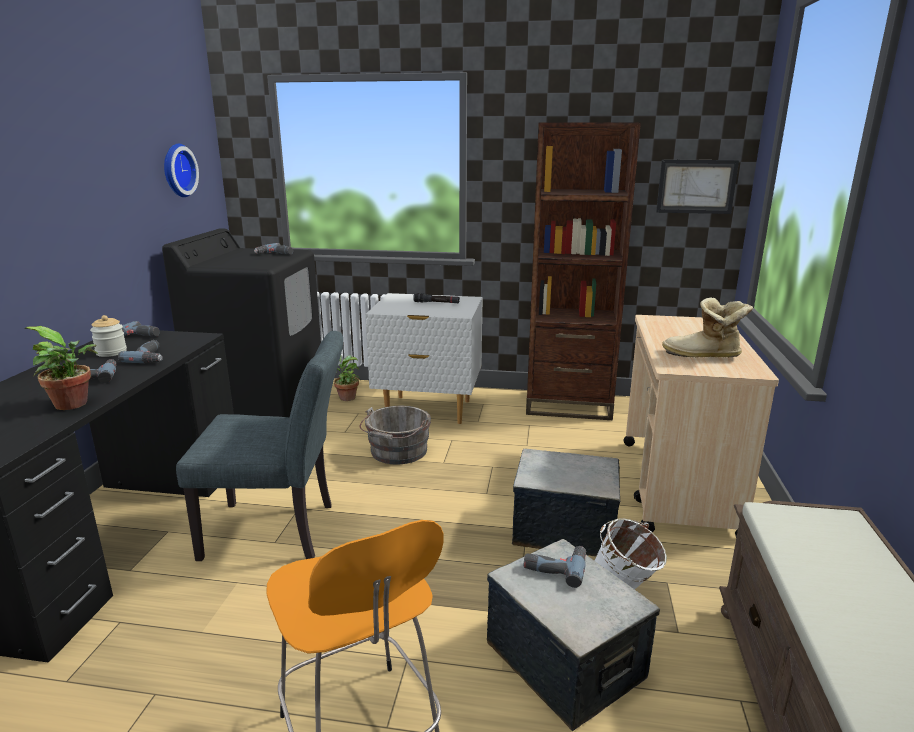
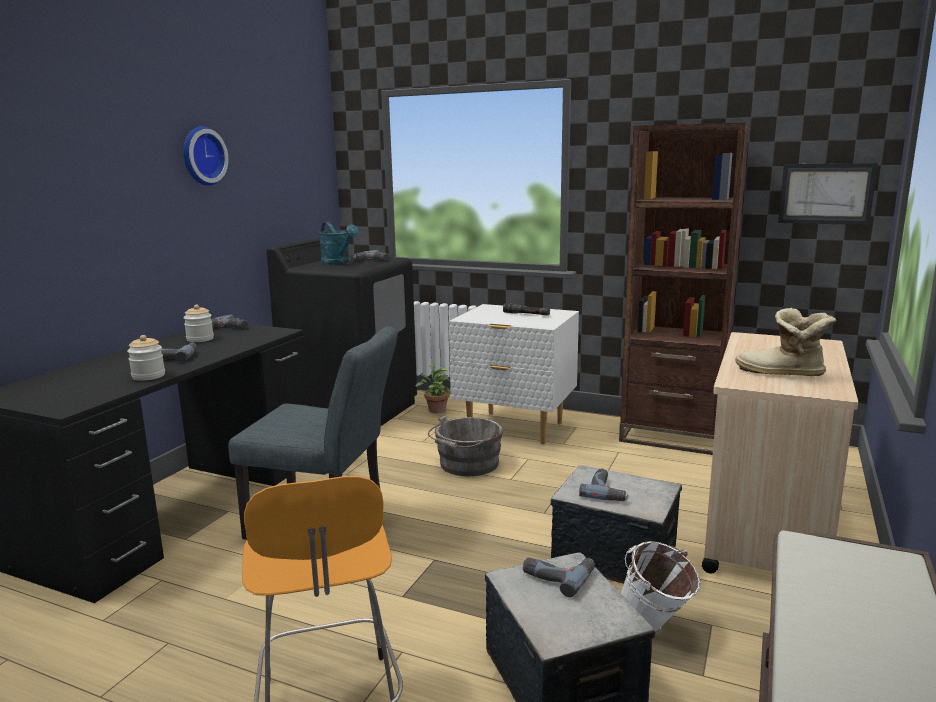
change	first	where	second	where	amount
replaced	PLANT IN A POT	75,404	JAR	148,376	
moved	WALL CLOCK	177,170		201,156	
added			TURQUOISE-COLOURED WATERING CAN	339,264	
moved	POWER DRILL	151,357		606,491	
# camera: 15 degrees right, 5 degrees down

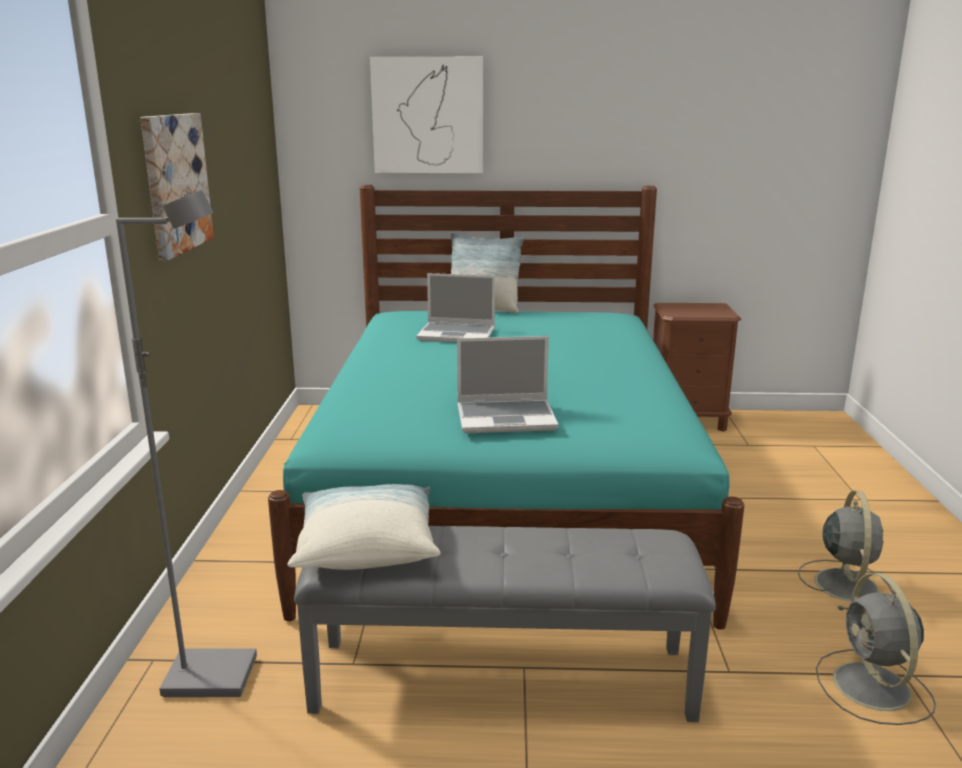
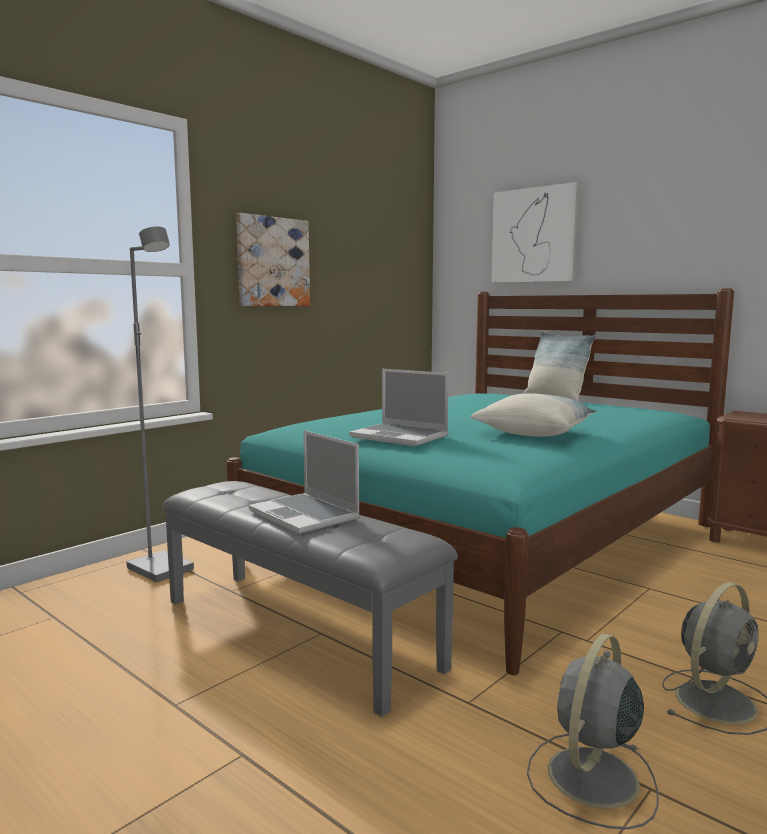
change	first	where	second	where	amount
moved	PORTABLE COMPUTER	457,334		306,515	
moved	PILLOW	366,546		534,432	
# camera: 40 degrees right, 10 degrees down

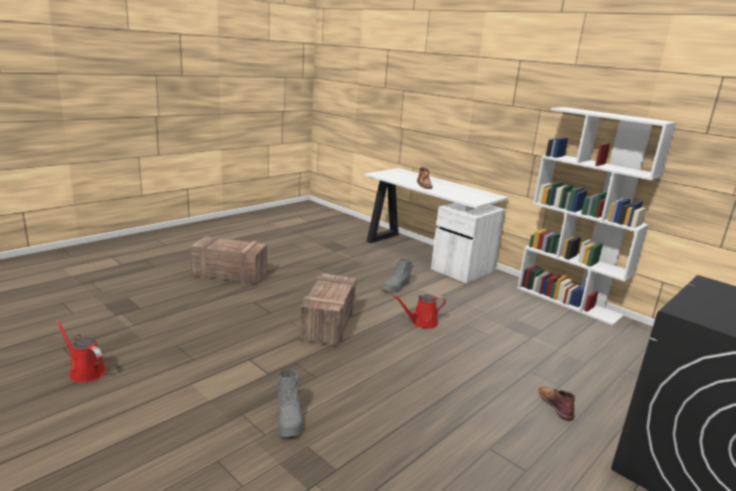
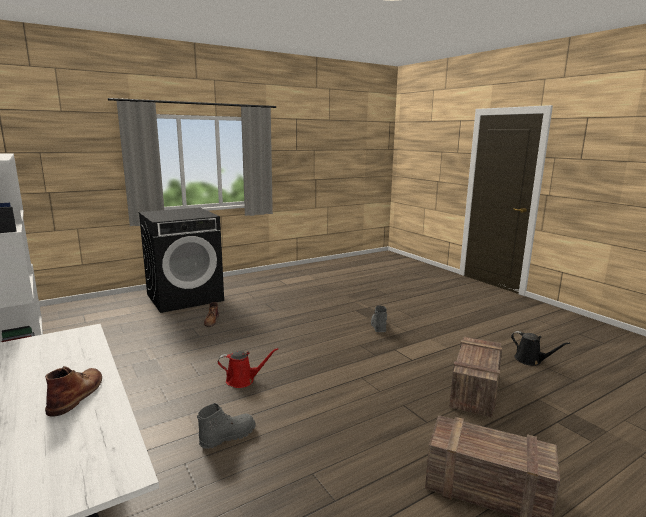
change	first	where	second	where	amount
moved	PACKING CRATE	328,323		474,391	
recoloured	RED WATERING CAN	85,371	BLACKISH WATERING CAN	530,360	
# camera: 165 degrees left, 5 degrees down

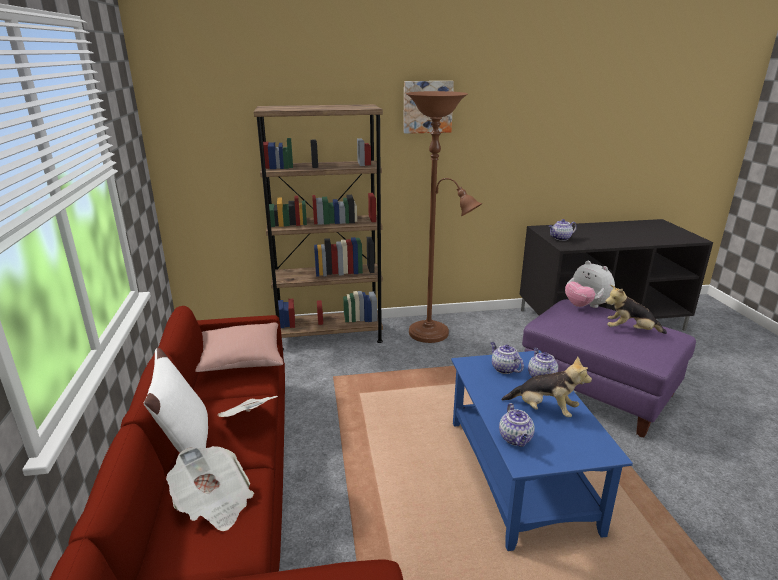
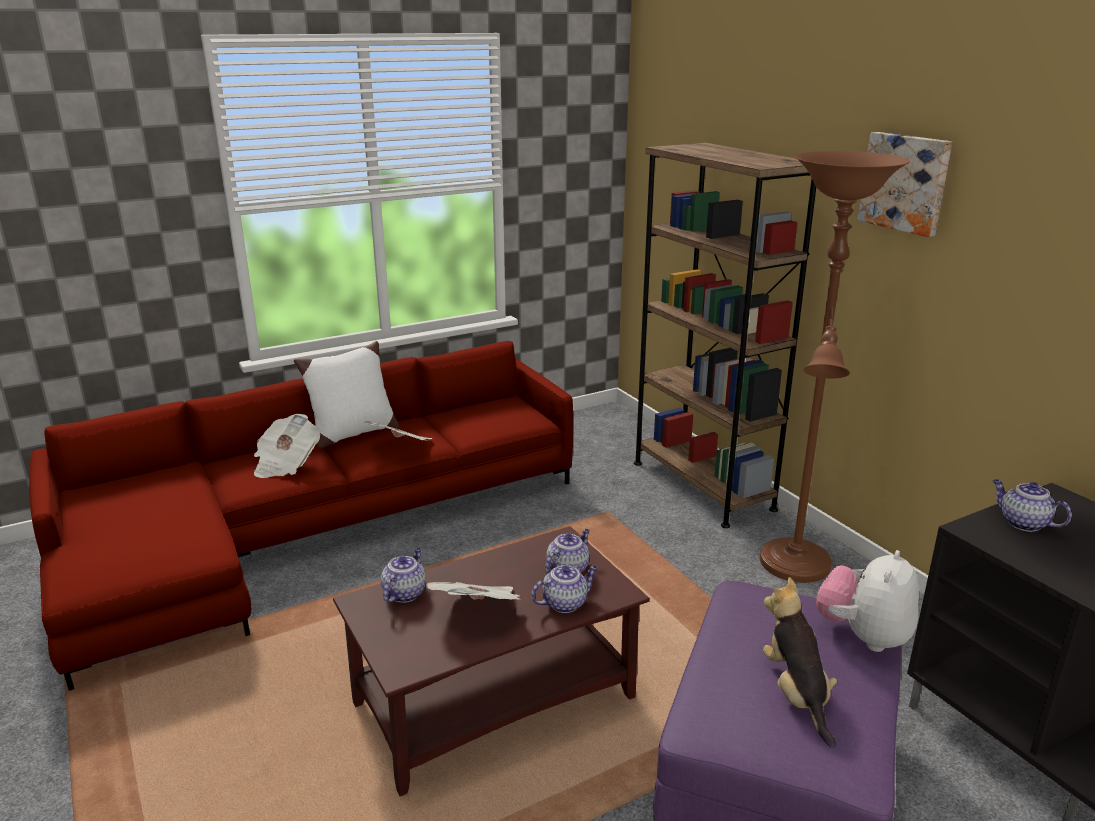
change	first	where	second	where	amount
recoloured	BLUE LOW TABLE	518,472	BROWNISH LOW TABLE	496,699	
turned	POT FOR TEA	516,439		404,593	135 degrees clockwise
replaced	CUDDLY TOY	544,410	PRINTED PAPER	478,611	
removed	PINK PILLOW	241,359			
# camera: 70 degrees right, 0 degrees up

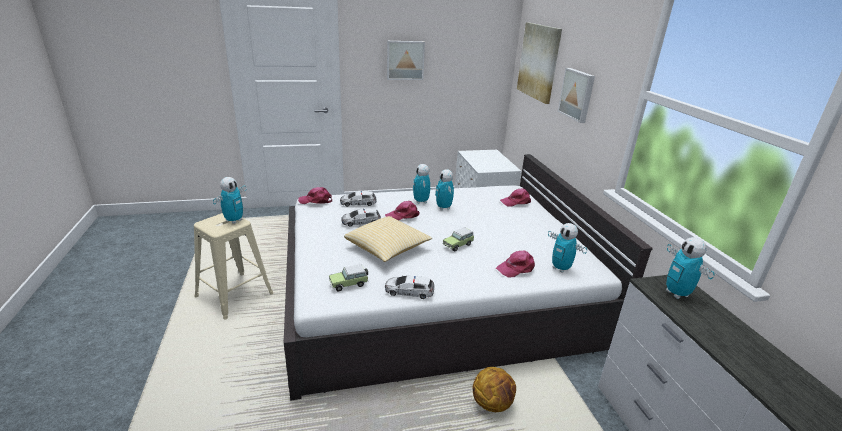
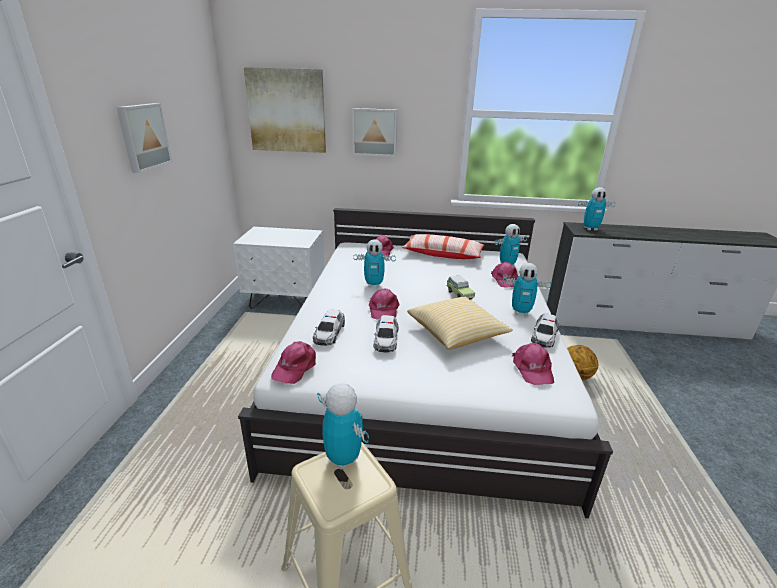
change	first	where	second	where	amount
added			PILLOW	443,254	
moved	MODEL ROBOT	421,202		521,312	
replaced	TOY CAR	350,284	PINK BASEBALL CAP	532,369	
# camera: 70 degrees left, 0 degrees up

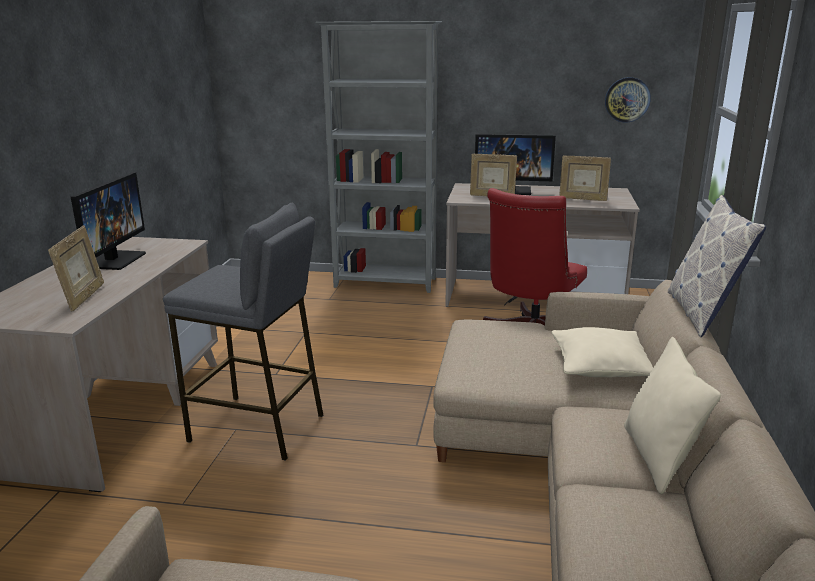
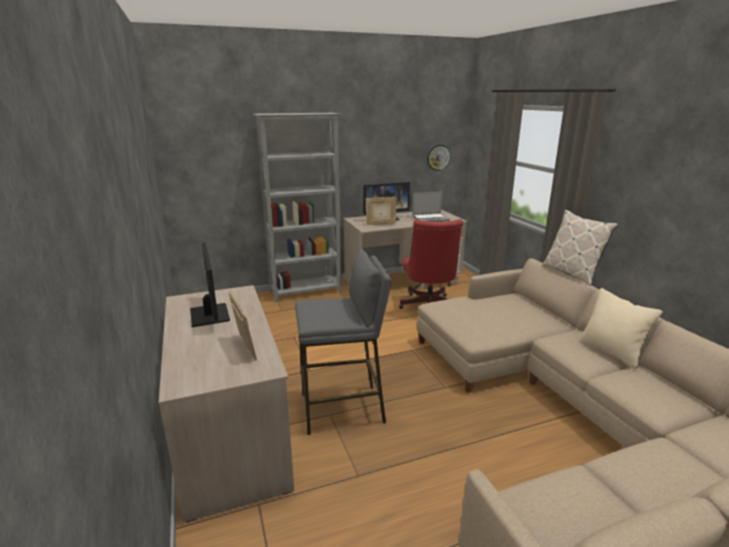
change	first	where	second	where	amount
replaced	STANDING FRAME	582,199	PORTABLE COMPUTER	430,219	
removed	BEIGE-COLOURED PILLOW	601,367			
# camera: 30 degrees left, 0 degrees up

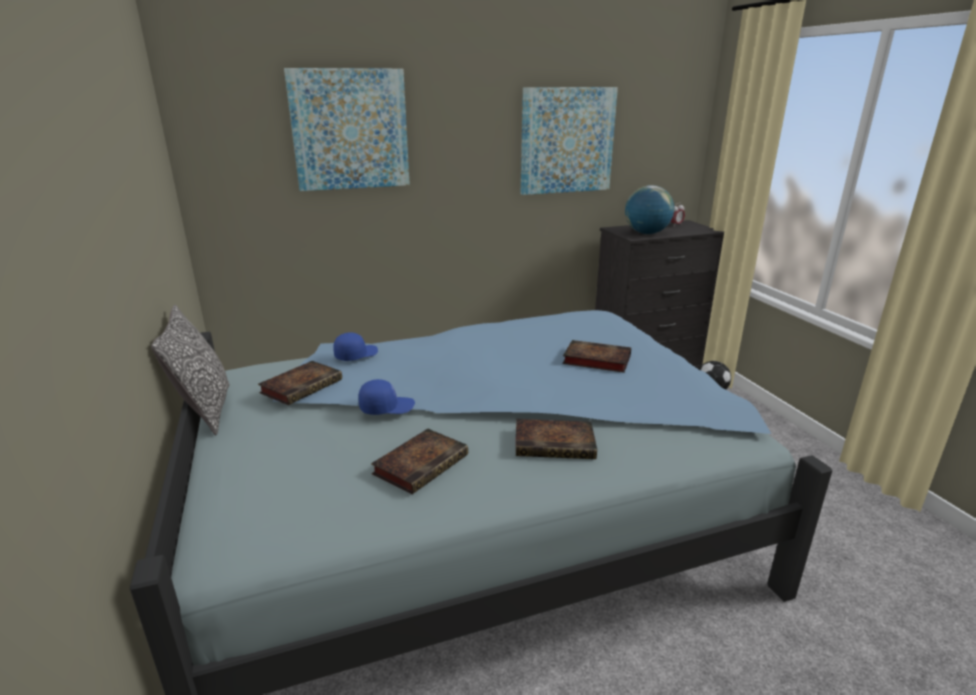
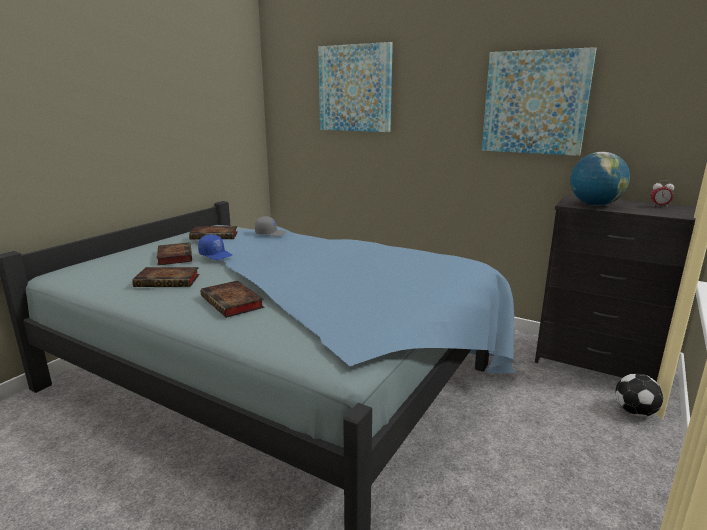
change	first	where	second	where	amount
moved	BOUND BOOK	595,360		174,256	
recoloured	BLUE BASEBALL CAP	356,354	GRAY BASEBALL CAP	270,233	
removed	PILLOW	206,410			
# camera: 50 degrees right, 5 degrees down

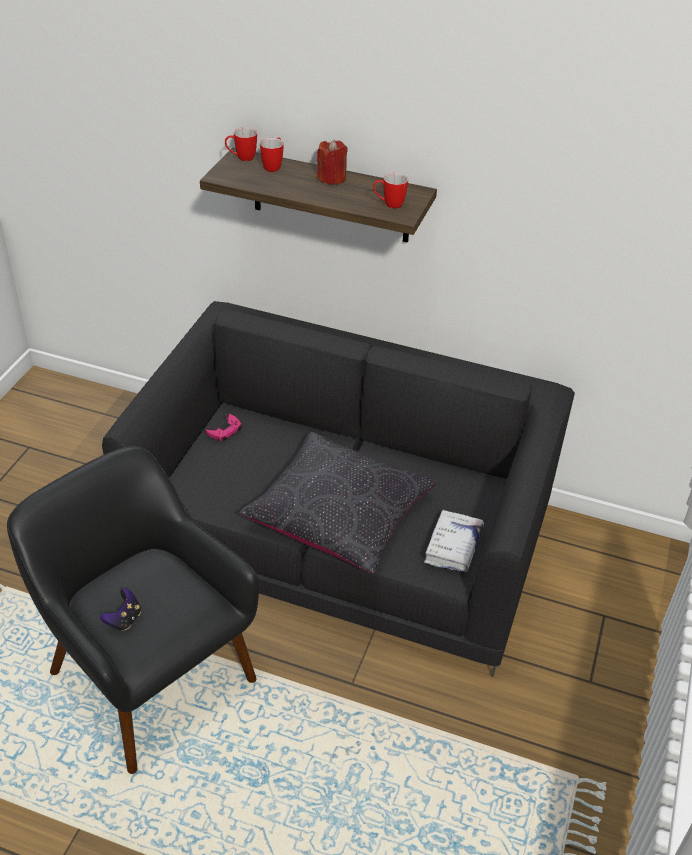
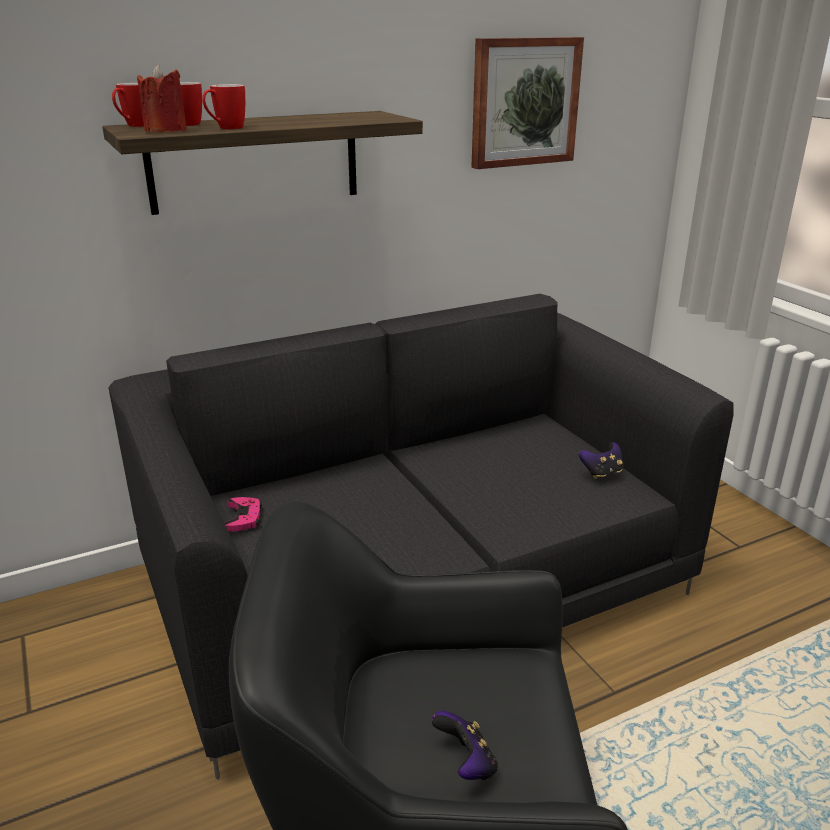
change	first	where	second	where	amount
moved	RED WAX LIGHT	331,178		165,131	
moved	TEA MUG	388,204		225,128	
added			WALL ART	524,102	
replaced	WHITE-COLOURED BOUND BOOK	453,546	GAMEPAD	601,473	
removed	BLACKISH PILLOW	338,516			
# camera: 45 degrees left, 15 degrees down

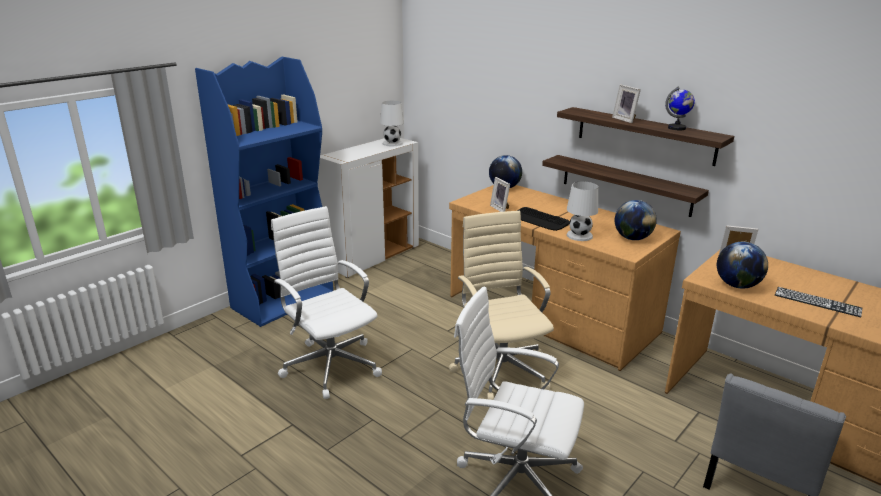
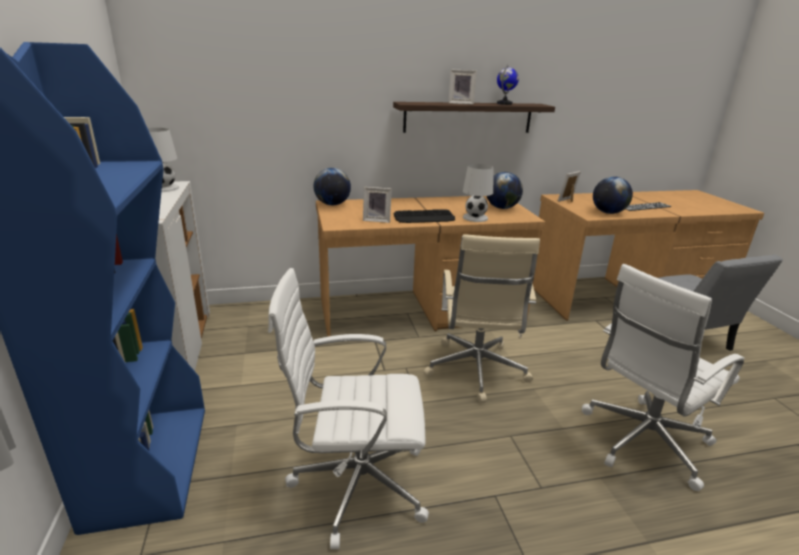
change	first	where	second	where	amount
turned	BEIGE-COLOURED COMPUTER CHAIR	500,369		476,371	105 degrees counterclockwise
removed	SHELF	625,185			
# camera: 55 degrees left, 0 degrees up

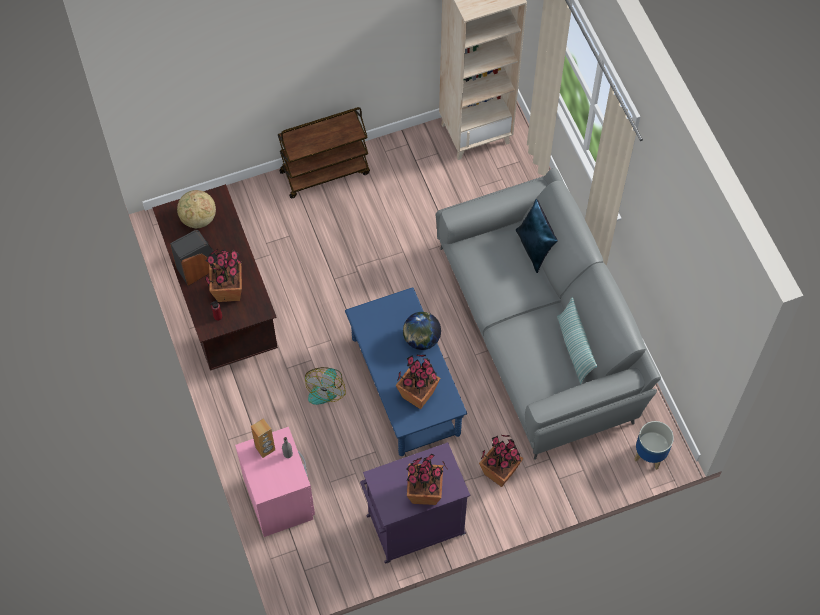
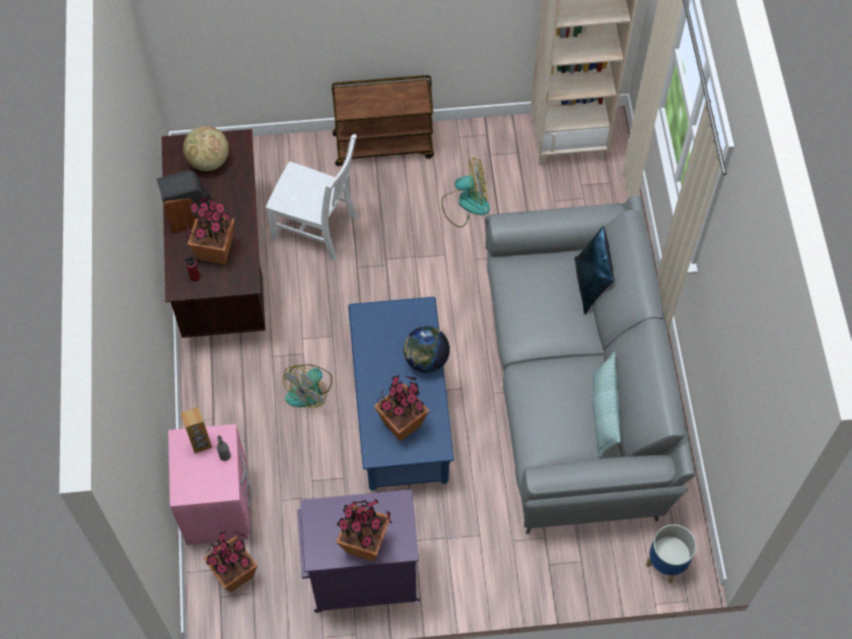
change	first	where	second	where	amount
moved	PLANT IN A POT	499,472		235,574	
added			WHITE-COLOURED UPRIGHT CHAIR	317,228	
added			COOLING FAN	465,203	
# camera: 15 degrees right, 0 degrees up

